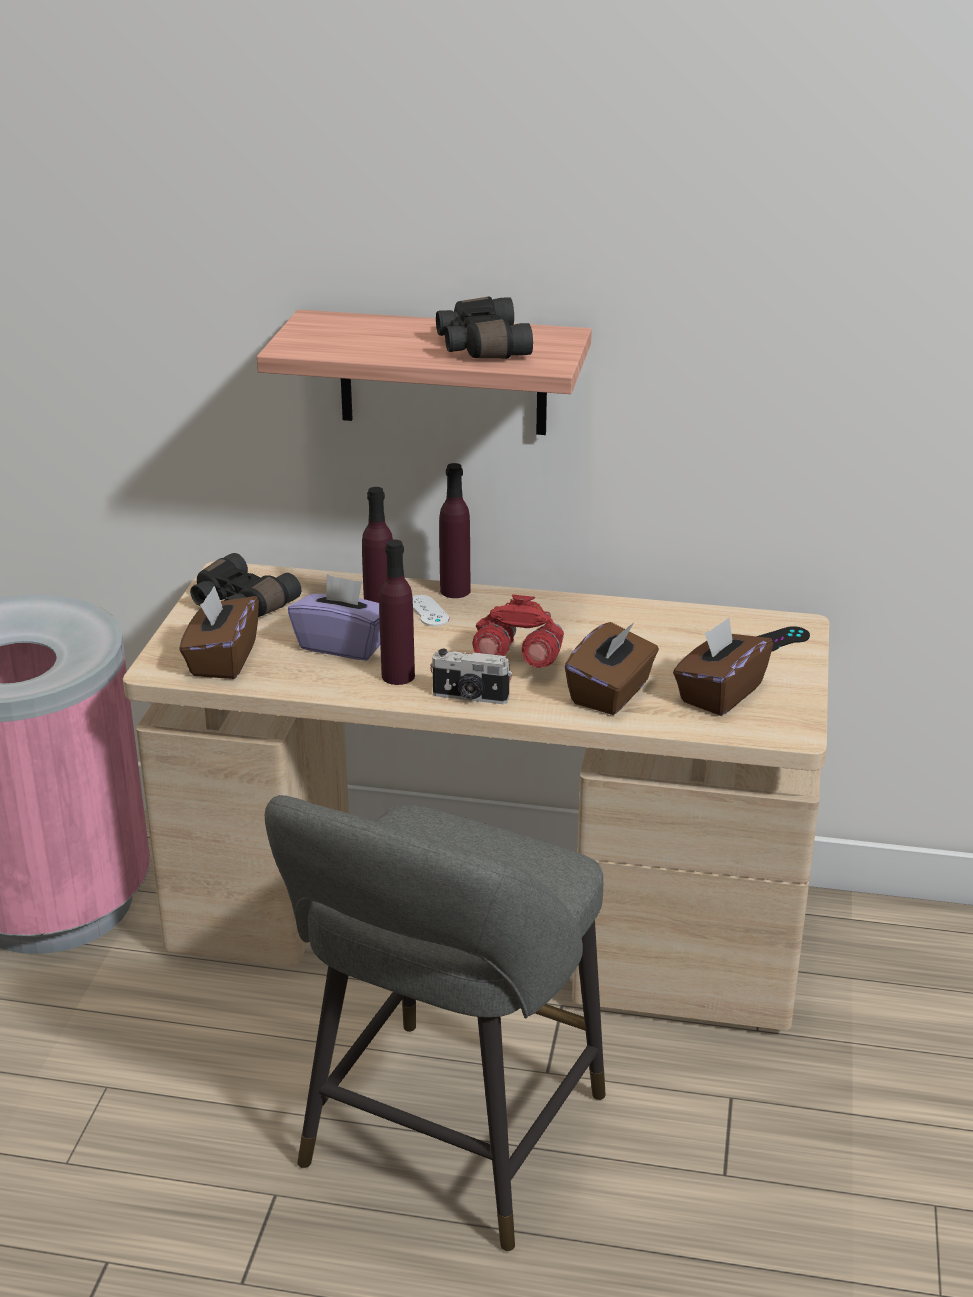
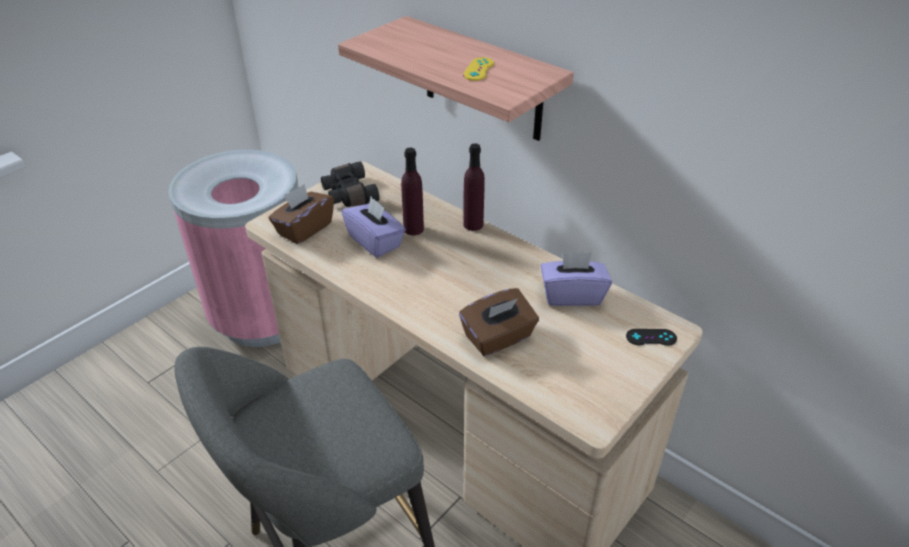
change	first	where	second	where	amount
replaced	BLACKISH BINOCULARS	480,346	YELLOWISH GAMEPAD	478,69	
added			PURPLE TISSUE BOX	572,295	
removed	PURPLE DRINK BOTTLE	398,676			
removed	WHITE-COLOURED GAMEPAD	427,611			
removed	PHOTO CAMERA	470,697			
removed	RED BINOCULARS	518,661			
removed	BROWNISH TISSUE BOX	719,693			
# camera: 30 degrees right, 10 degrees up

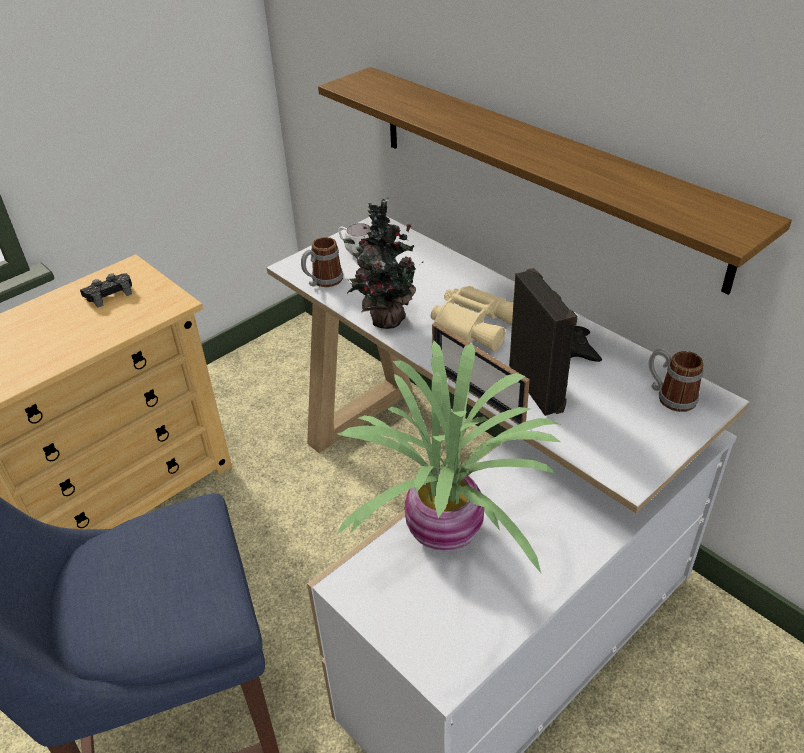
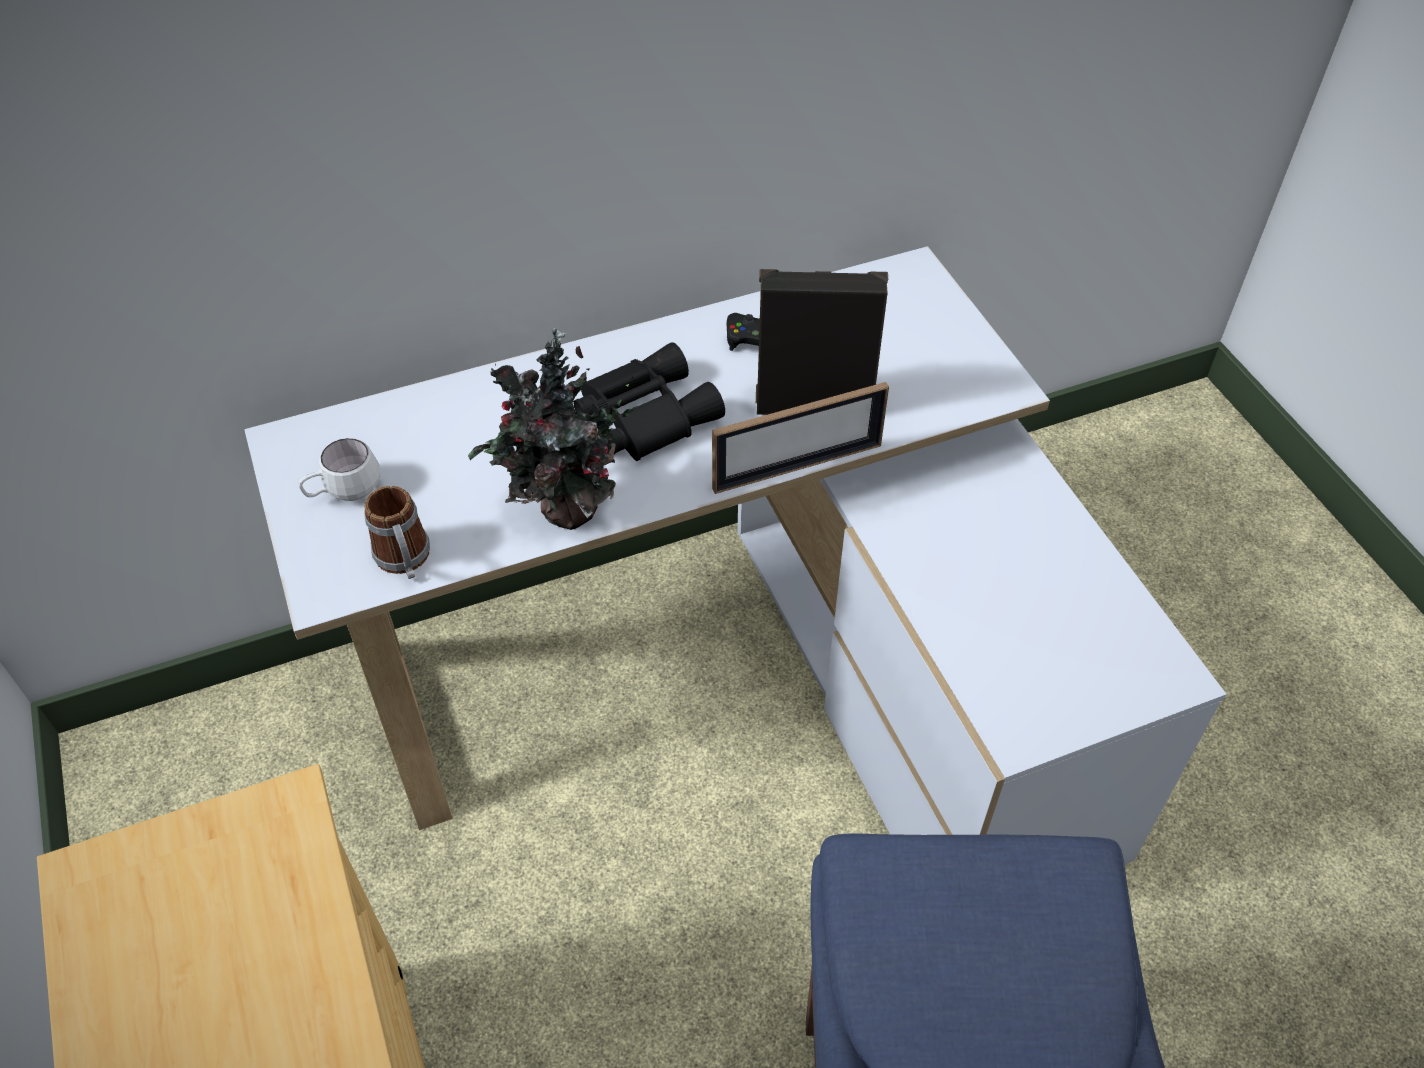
change	first	where	second	where	amount
recoloured	BEIGE-COLOURED BINOCULARS	476,323	BLACKISH BINOCULARS	643,415	
removed	BLACKISH GAMEPAD	109,294			
removed	SHELF	539,170			
removed	PLANT IN A POT	445,535			
removed	TEA MUG	669,396			
# camera: 70 degrees left, 10 degrees up

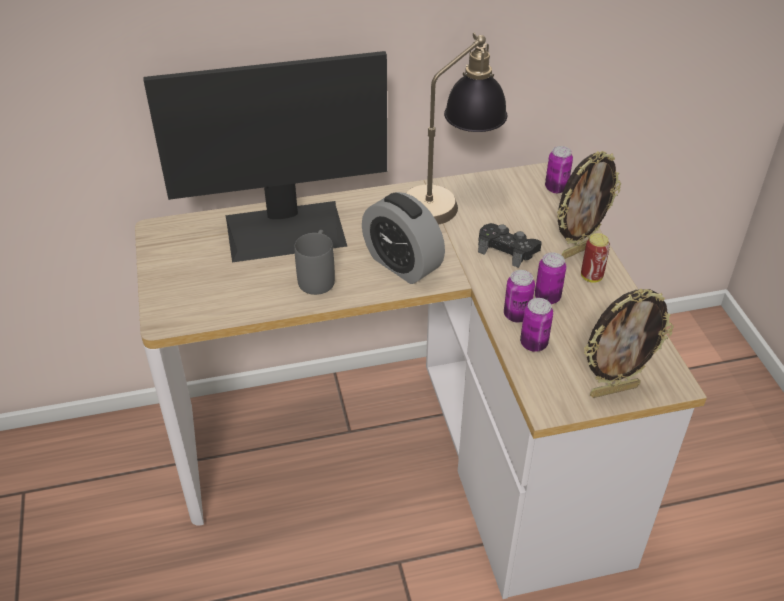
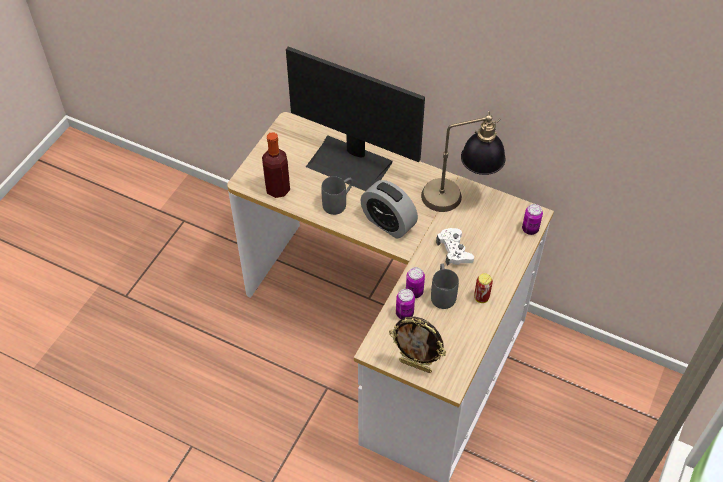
change	first	where	second	where	amount
added			DRINK BOTTLE	278,189	
turned	ALARM CLOCK	402,264		388,223	45 degrees counterclockwise
replaced	SEALED CAN	547,297	GRAY TEA MUG	442,293	
recoloured	BLACKISH GAMEPAD	507,249	WHITE-COLOURED GAMEPAD	454,250	
removed	STANDING FRAME	577,250			
# camera: 40 degrees right, 10 degrees up

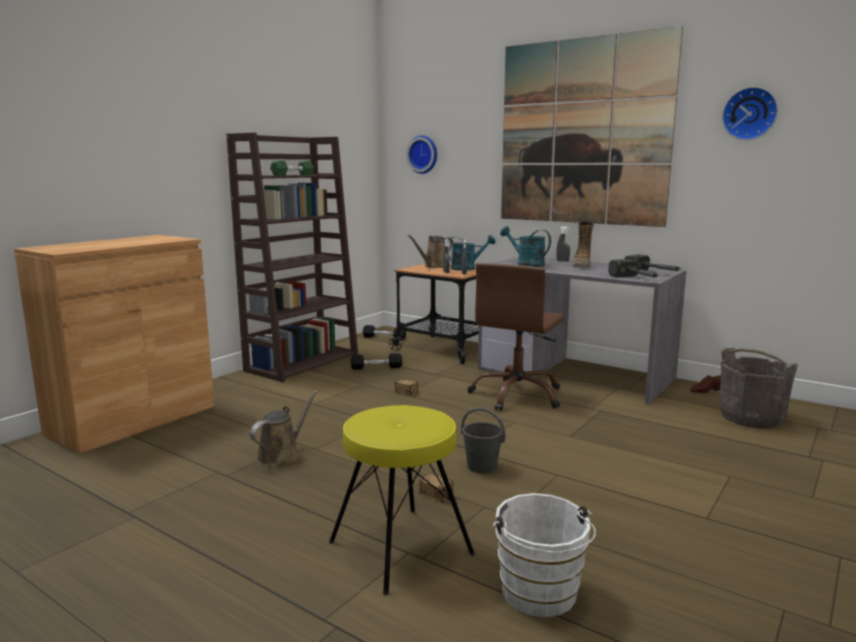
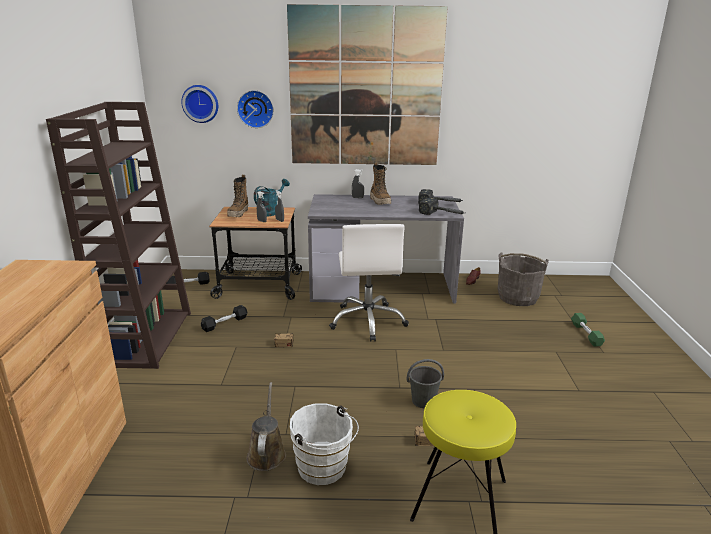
change	first	where	second	where	amount
replaced	BROWNISH WATERING CAN	435,266	BOOT	238,214	
moved	WALL CLOCK	750,114		255,109	
moved	WHITE-COLOURED WATER BUCKET	540,597		324,469	
recoloured	BROWNISH COMPUTER CHAIR	517,395	WHITE-COLOURED COMPUTER CHAIR	368,321	
moved	GREEN-COLOURED HAND WEIGHT	293,175		586,334	
removed	TURQUOISE-COLOURED WATERING CAN	526,264			
# camera: 35 degrees left, 10 degrees up

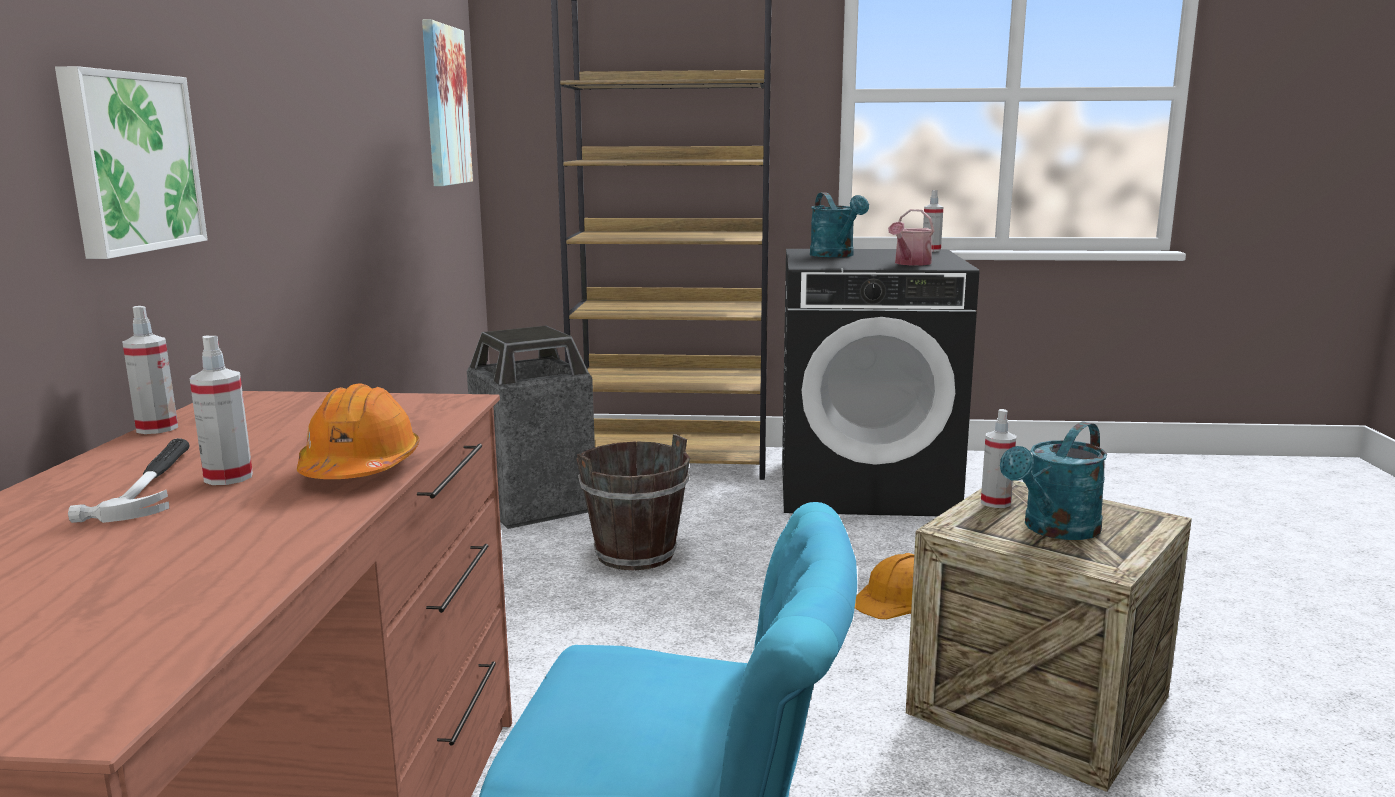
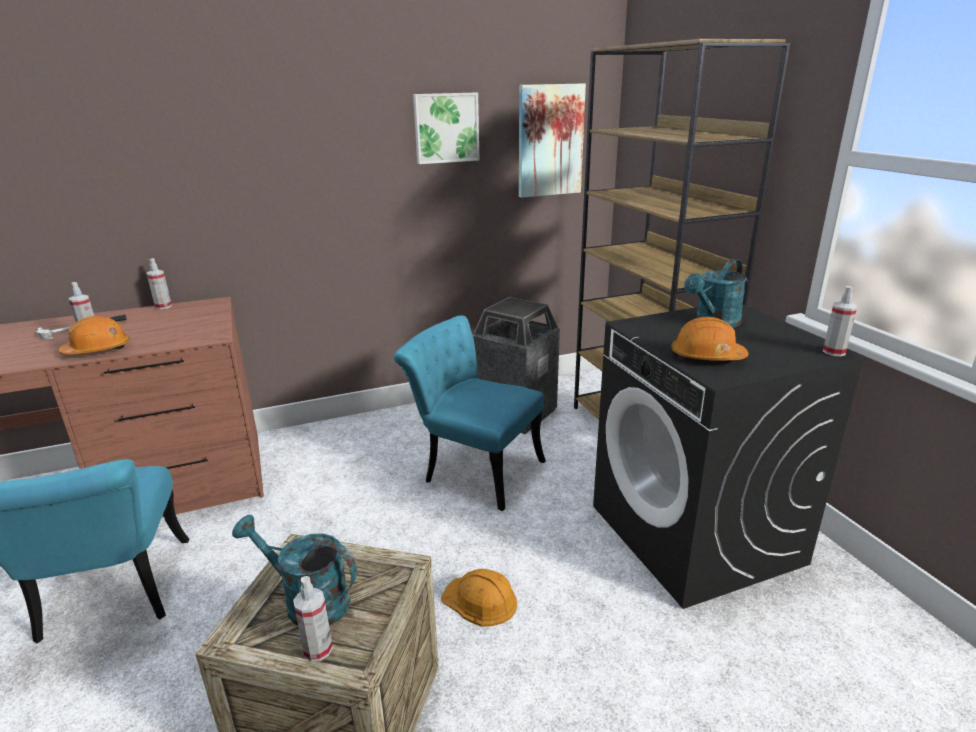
change	first	where	second	where	amount
moved	SPRAY BOTTLE	995,502		318,649	
replaced	BROWNISH WATER BUCKET	635,554	TURQUOISE-COLOURED UPRIGHT CHAIR	474,469	
moved	WALL ART	129,162		446,128	
replaced	WATERING CAN	910,263	ORANGE-COLOURED WORK HELMET	706,357	
# camera: 65 degrees right, 10 degrees up

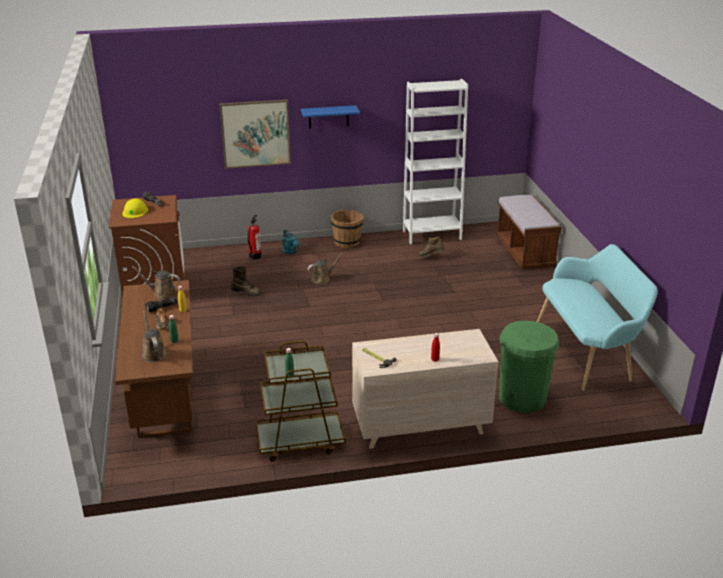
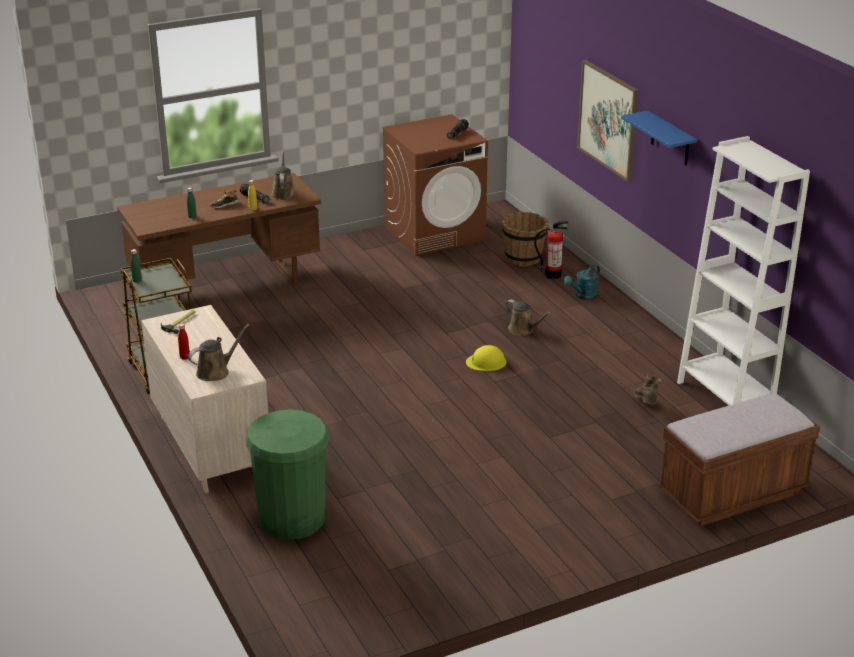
change	first	where	second	where	amount
moved	BROWNISH WATERING CAN	153,353		215,372	
moved	YELLOWISH WORK HELMET	135,211		486,362	
moved	BROWNISH WATER BUCKET	347,242		523,258	
removed	BROWNISH BOOT	246,292			
removed	TURQUOISE-COLOURED BENCH	587,352			
# camera: 75 degrees right, 0 degrees up

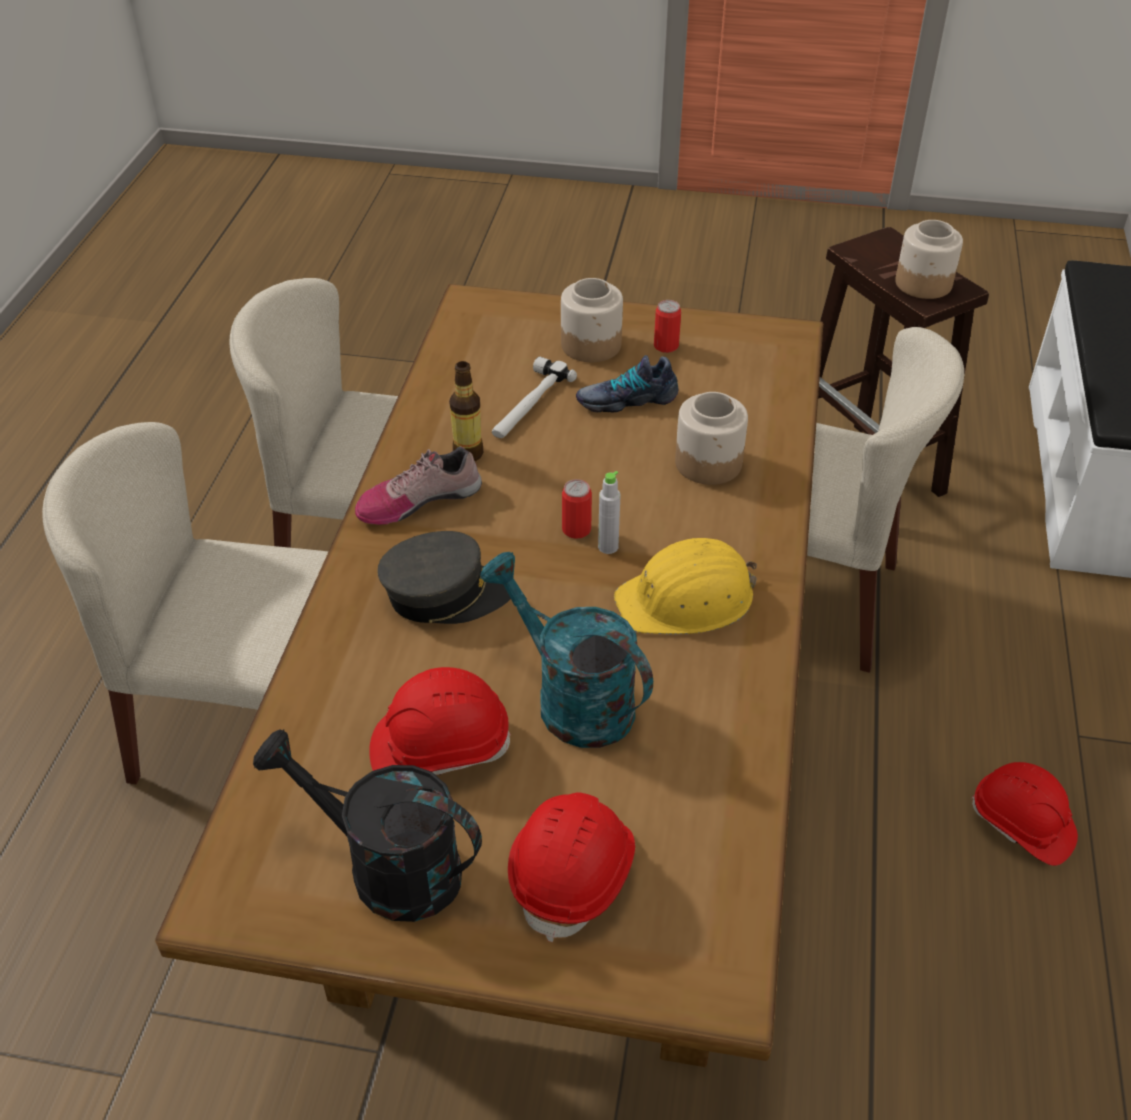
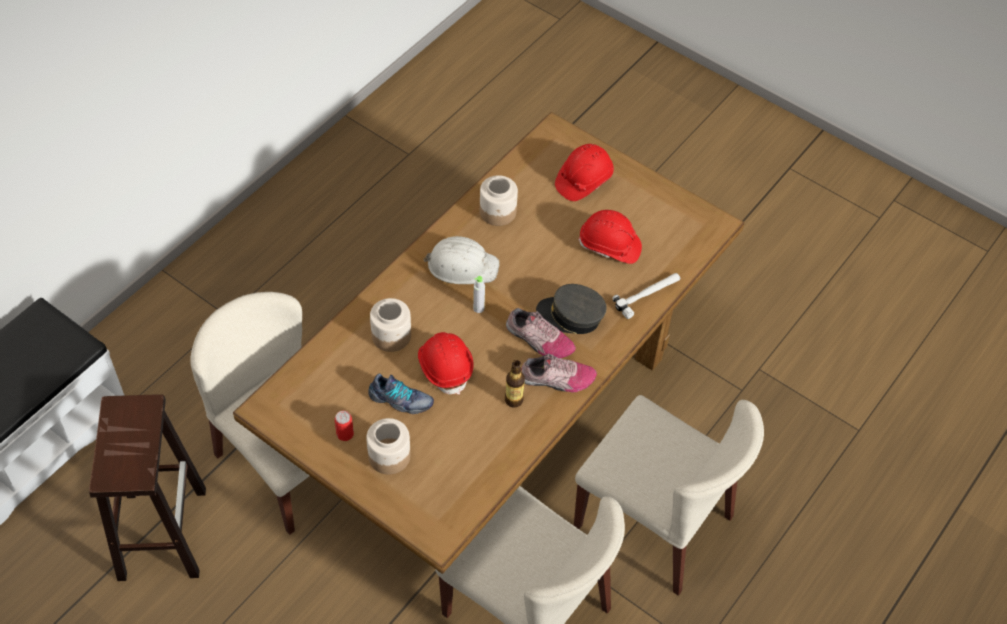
change	first	where	second	where	amount
moved	RED WORK HELMET	1021,825		445,367	
recoloured	YELLOWISH WORK HELMET	687,599	WHITE-COLOURED WORK HELMET	462,265	
moved	JAR	922,283		498,212	
added			ITEM OF FOOTWEAR	538,340	
moved	TOOL HAMMER	528,404		648,295	
removed	BLACKISH WATERING CAN	386,867			
removed	TURQUOISE-COLOURED WATERING CAN	571,698			
removed	SEALED CAN	576,529			
# camera: 155 degrees left, 10 degrees up

